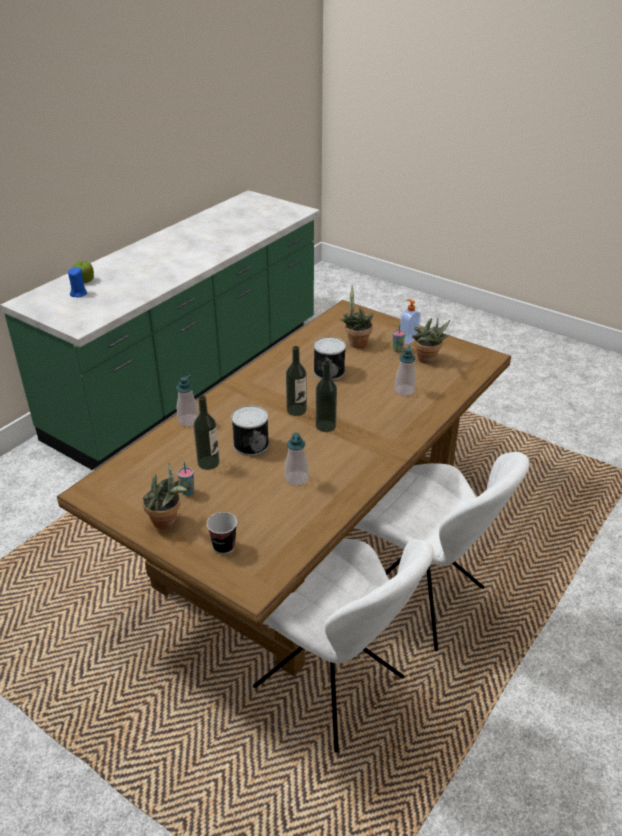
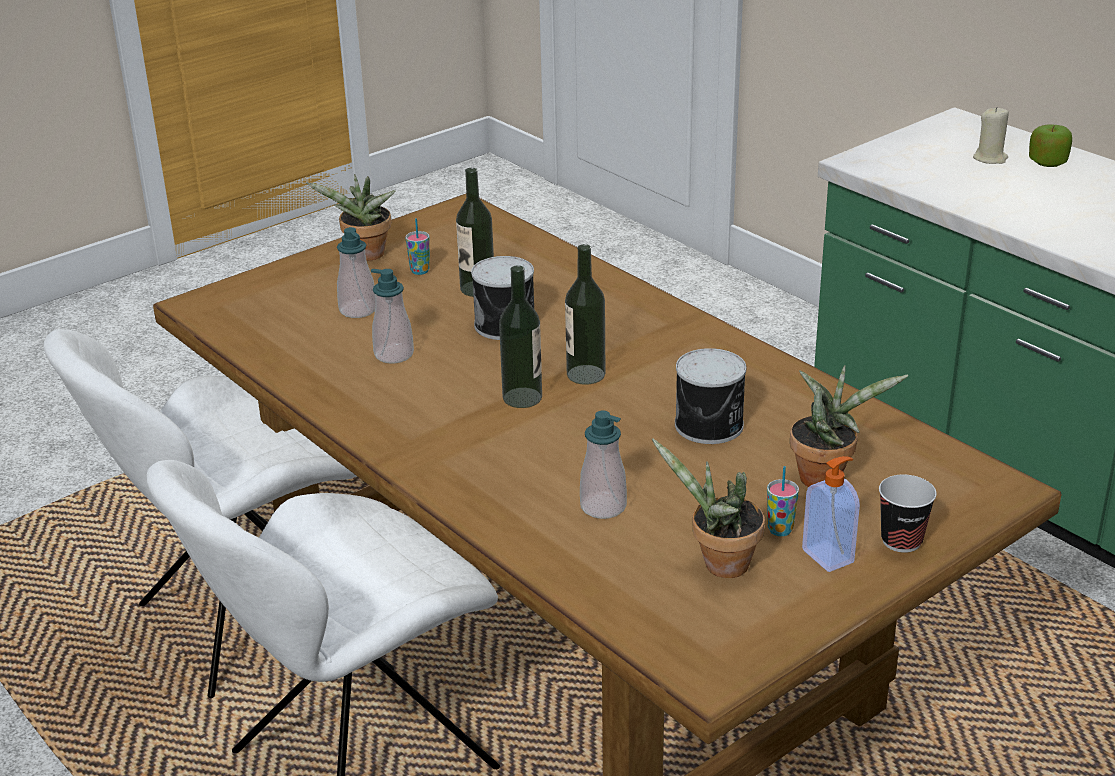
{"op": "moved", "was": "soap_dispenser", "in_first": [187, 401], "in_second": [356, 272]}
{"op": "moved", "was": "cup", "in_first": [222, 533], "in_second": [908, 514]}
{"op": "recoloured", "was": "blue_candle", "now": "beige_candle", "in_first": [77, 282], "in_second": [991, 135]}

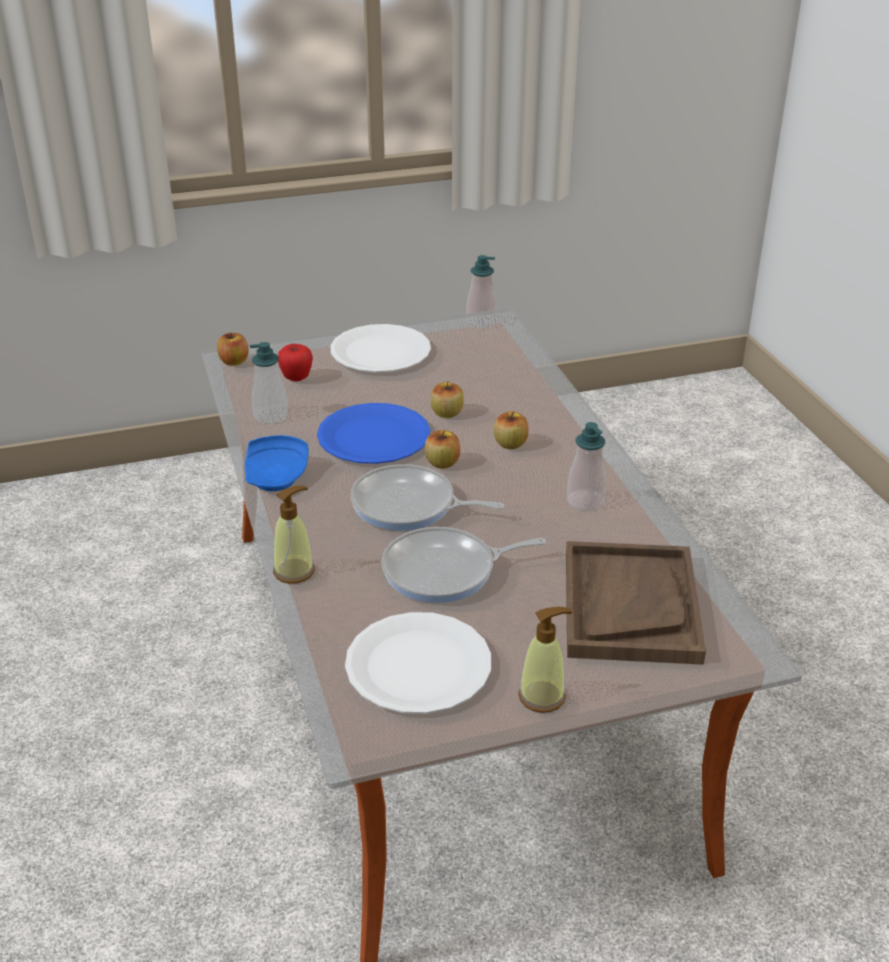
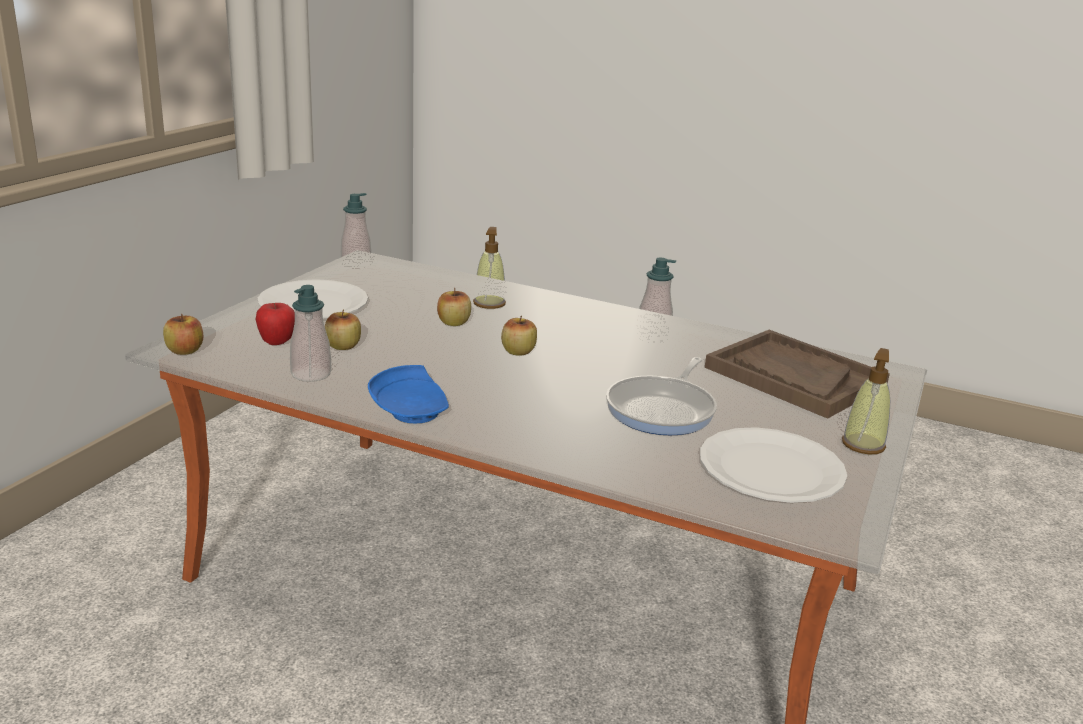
{"op": "moved", "was": "apple", "in_first": [511, 430], "in_second": [343, 329]}
{"op": "moved", "was": "soap_dispenser", "in_first": [294, 535], "in_second": [489, 268]}
{"op": "removed", "was": "blue_plate", "in_first": [373, 433]}
{"op": "removed", "was": "frying_pan", "in_first": [427, 497]}

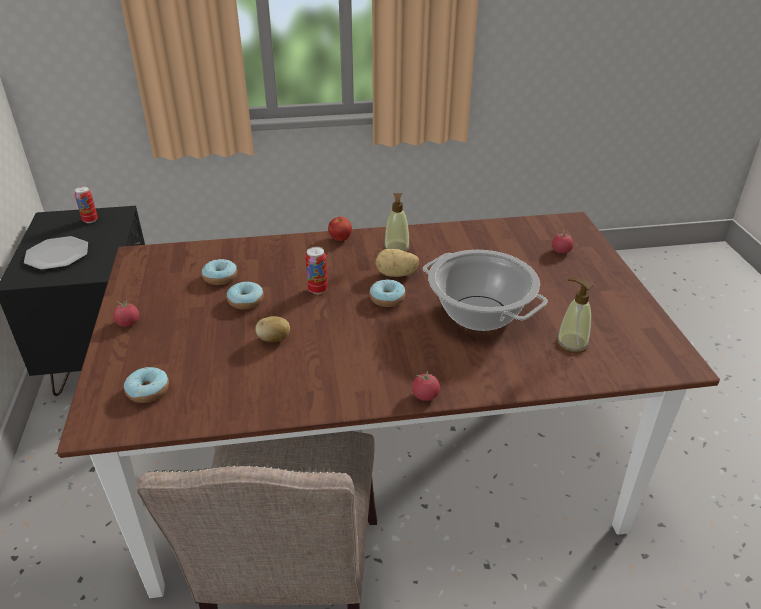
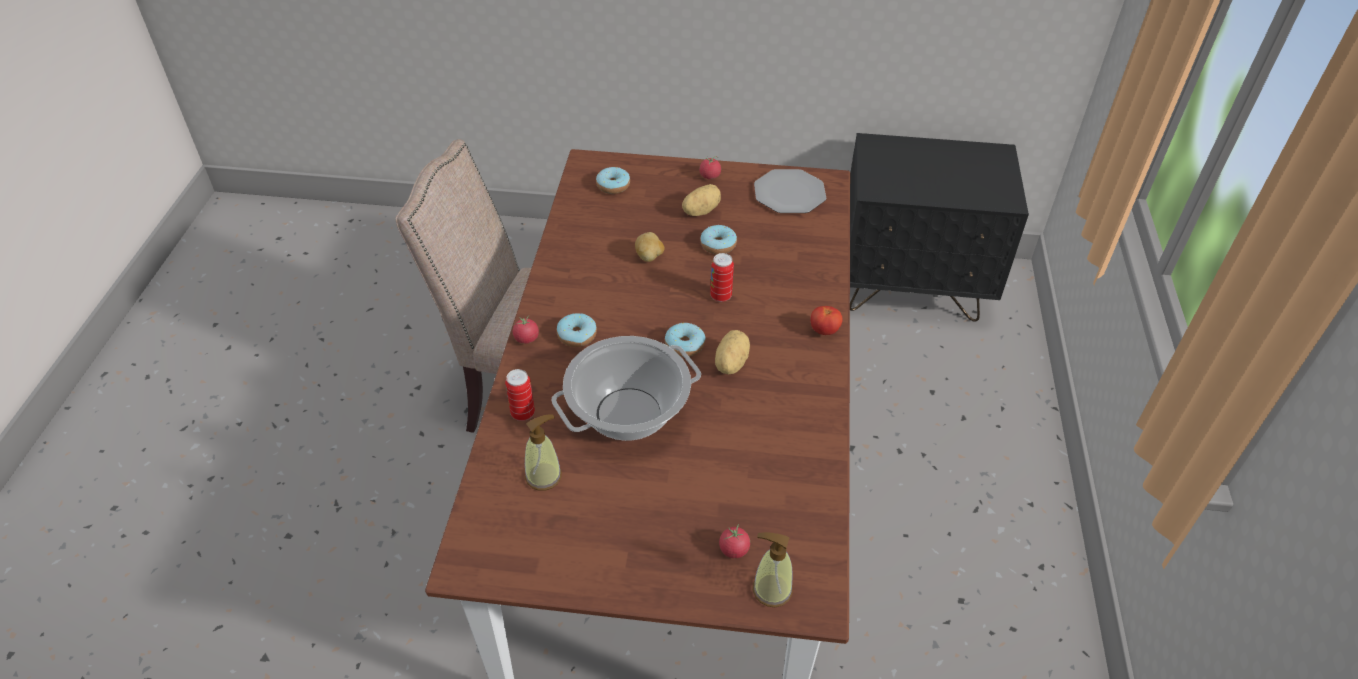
{"op": "moved", "was": "can", "in_first": [86, 205], "in_second": [520, 395]}
{"op": "moved", "was": "donut", "in_first": [219, 272], "in_second": [577, 330]}
{"op": "added", "now": "potato", "in_second": [701, 200]}
{"op": "moved", "was": "soap_dispenser", "in_first": [397, 222], "in_second": [773, 569]}
{"op": "moved", "was": "plate", "in_first": [56, 253], "in_second": [790, 191]}

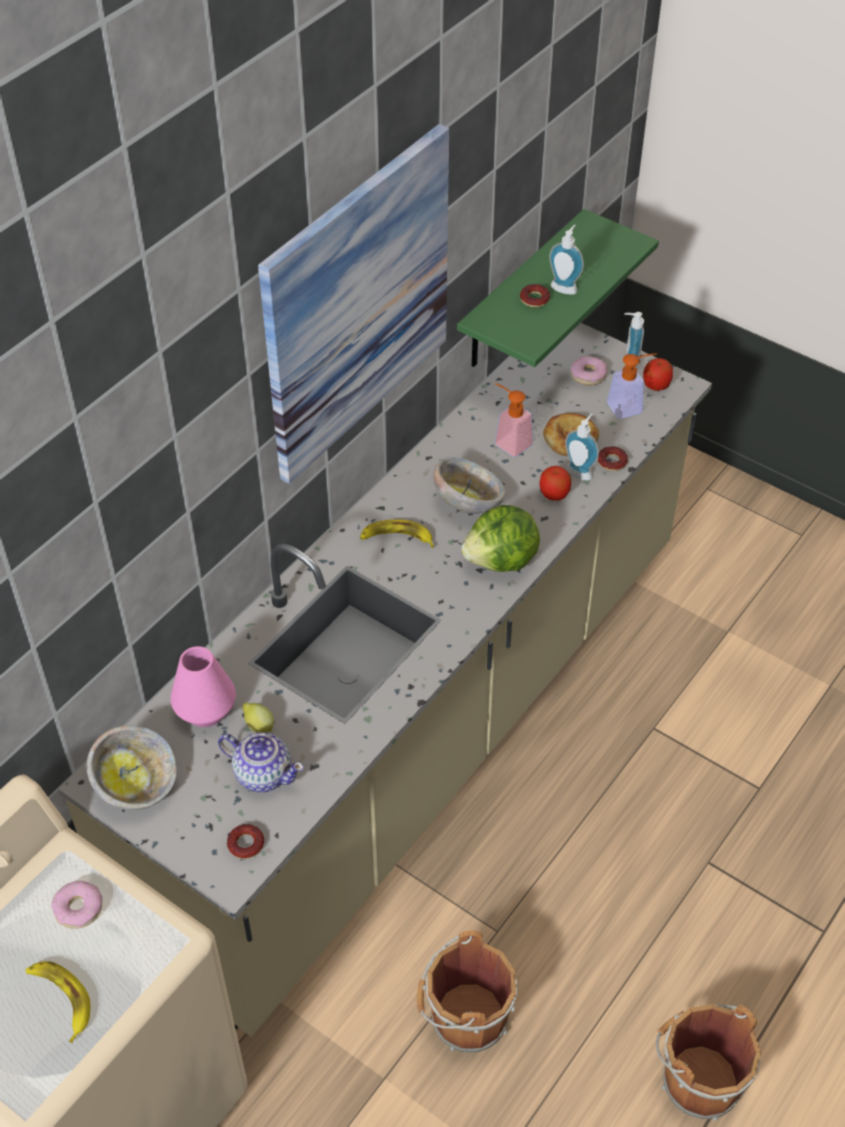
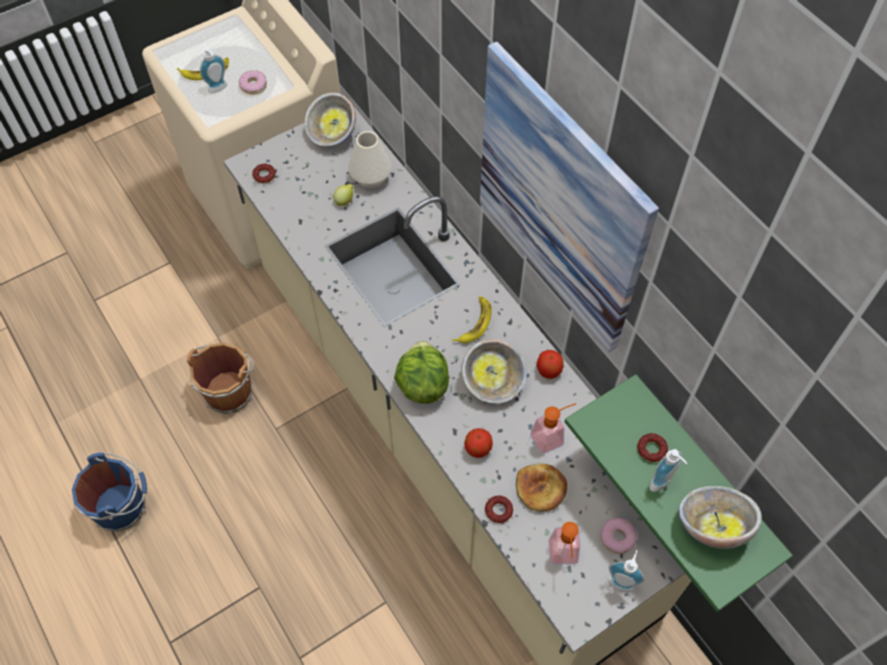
{"op": "recoloured", "was": "brown_bucket", "now": "blue_bucket", "in_first": [708, 1062], "in_second": [109, 492]}
{"op": "moved", "was": "soap_dispenser", "in_first": [582, 447], "in_second": [213, 70]}
{"op": "recoloured", "was": "pink_vase", "now": "white_vase", "in_first": [203, 686], "in_second": [370, 159]}
{"op": "moved", "was": "apple", "in_first": [658, 374], "in_second": [550, 364]}
{"op": "added", "now": "bowl", "in_second": [720, 517]}
{"op": "removed", "was": "teapot", "in_first": [261, 762]}

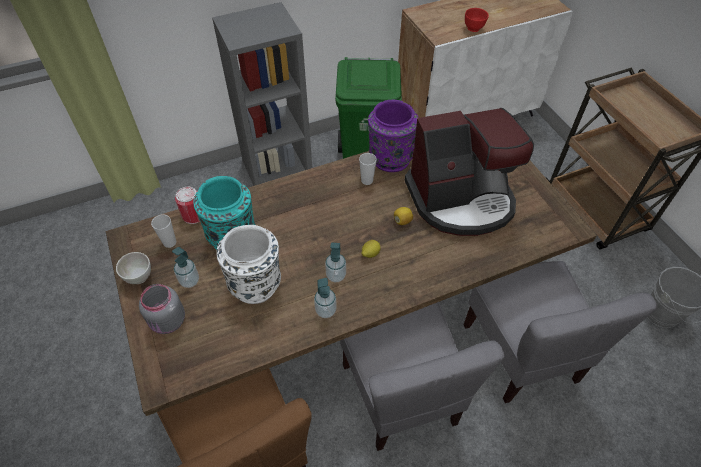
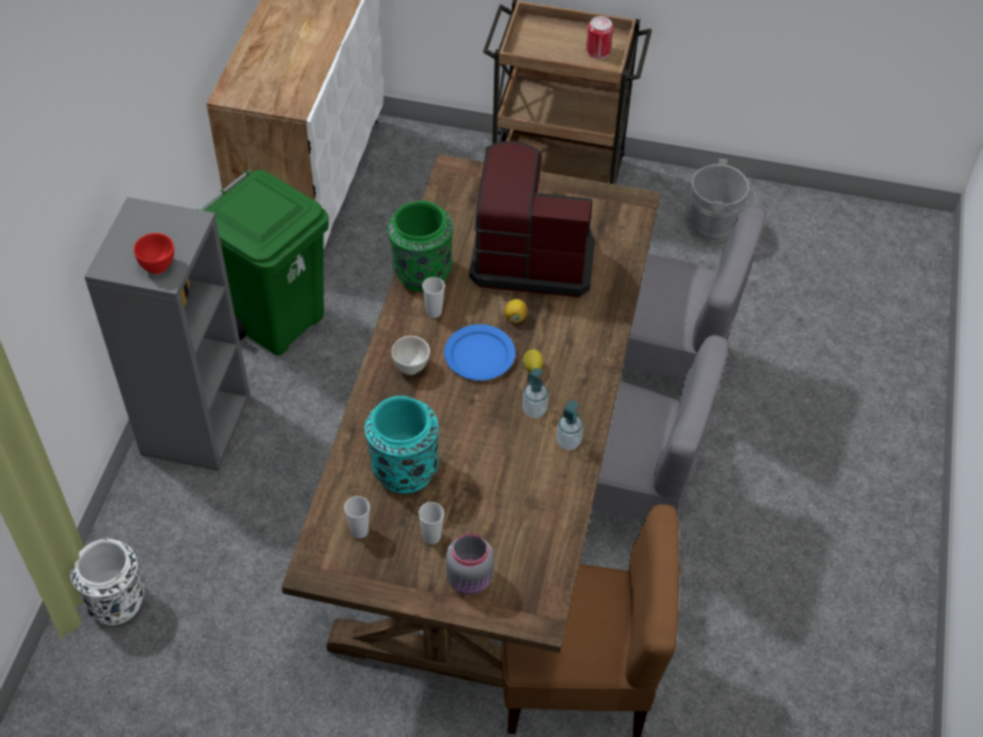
{"op": "moved", "was": "white_vase", "in_first": [249, 264], "in_second": [107, 582]}
{"op": "moved", "was": "red_bowl", "in_first": [477, 20], "in_second": [154, 253]}
{"op": "recoloured", "was": "purple_vase", "now": "green_vase", "in_first": [393, 136], "in_second": [420, 246]}
{"op": "moved", "was": "white_bowl", "in_first": [133, 268], "in_second": [410, 355]}
{"op": "replaced", "was": "soap_dispenser", "now": "cup", "in_first": [185, 267], "in_second": [431, 523]}
{"op": "added", "now": "blue_plate", "in_second": [479, 352]}
{"op": "turned", "was": "coffee_machine", "in_first": [469, 172], "in_second": [532, 219], "clockwise": -105}
{"op": "moved", "was": "can", "in_first": [187, 205], "in_second": [599, 37]}

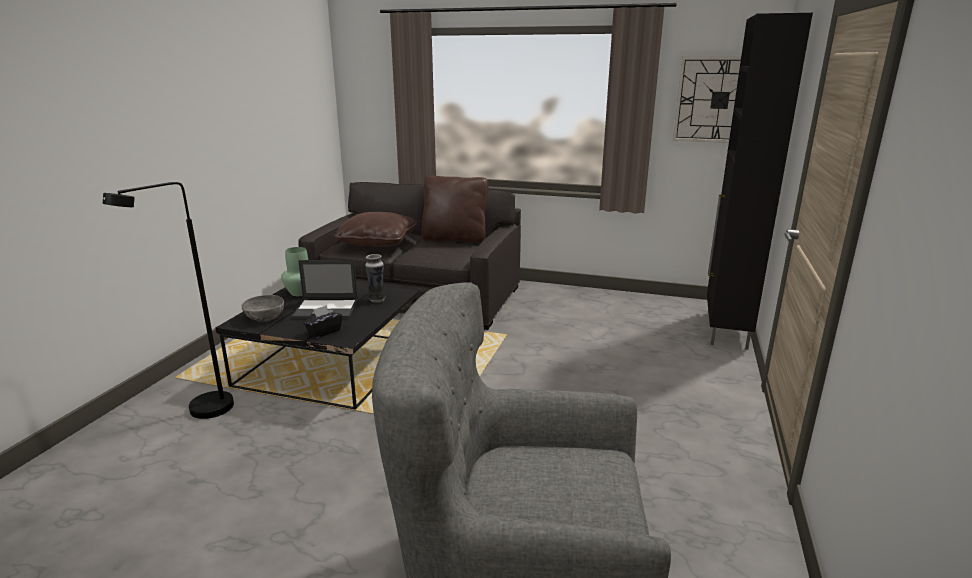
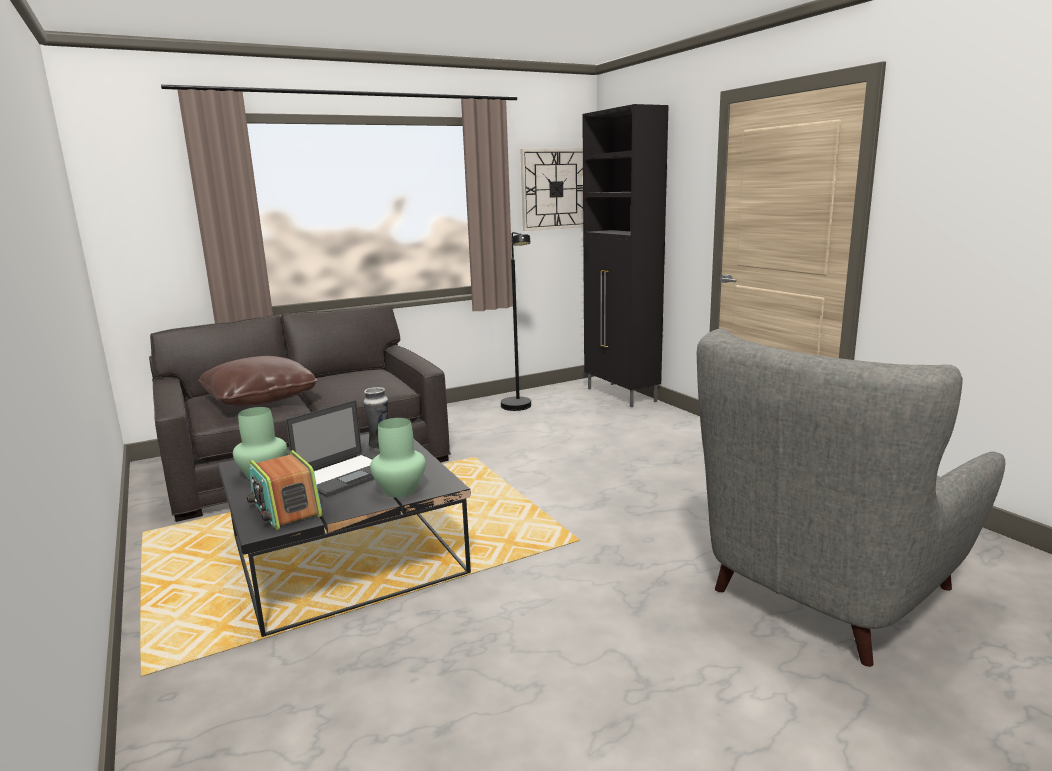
{"op": "replaced", "was": "grey_bowl", "now": "radio", "in_first": [262, 308], "in_second": [284, 490]}
{"op": "replaced", "was": "black_tissue_box", "now": "green_vase", "in_first": [322, 321], "in_second": [398, 458]}
{"op": "moved", "was": "black_floor_lamp", "in_first": [168, 300], "in_second": [516, 321]}
{"op": "removed", "was": "brown_pillow", "in_first": [454, 209]}

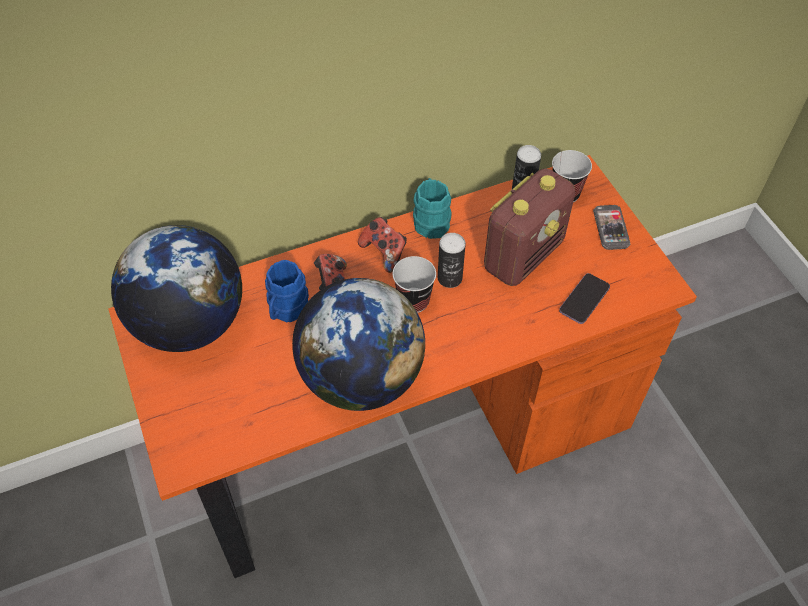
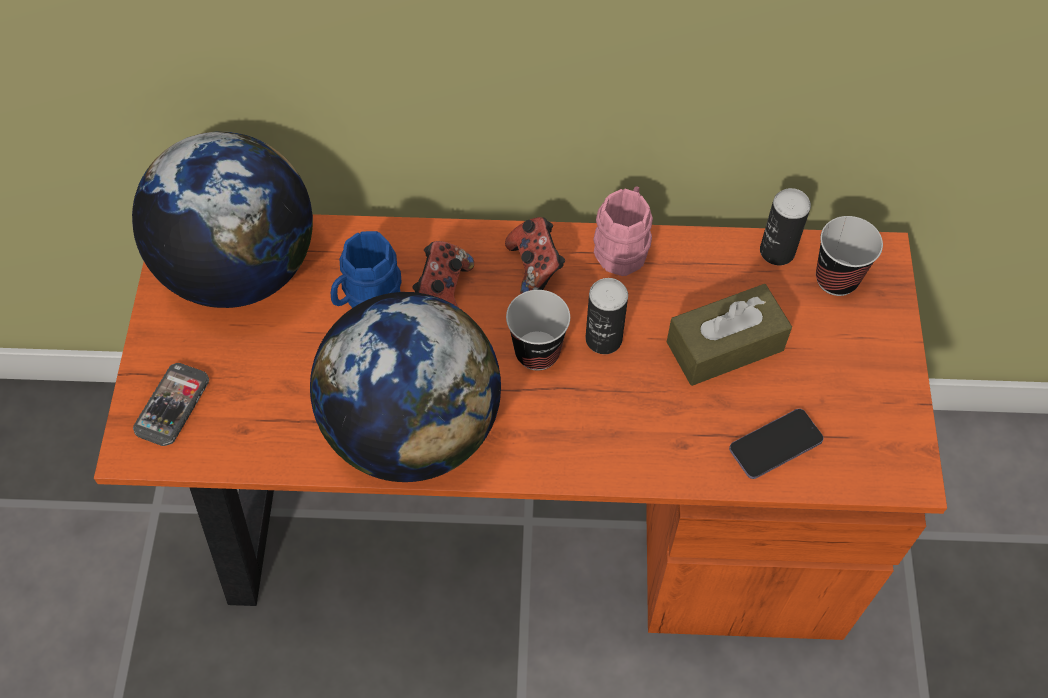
{"op": "moved", "was": "phone", "in_first": [611, 227], "in_second": [171, 404]}
{"op": "recoloured", "was": "turquoise_mug", "now": "pink_mug", "in_first": [432, 208], "in_second": [623, 231]}
{"op": "replaced", "was": "radio", "now": "brown_tissue_box", "in_first": [529, 227], "in_second": [729, 335]}

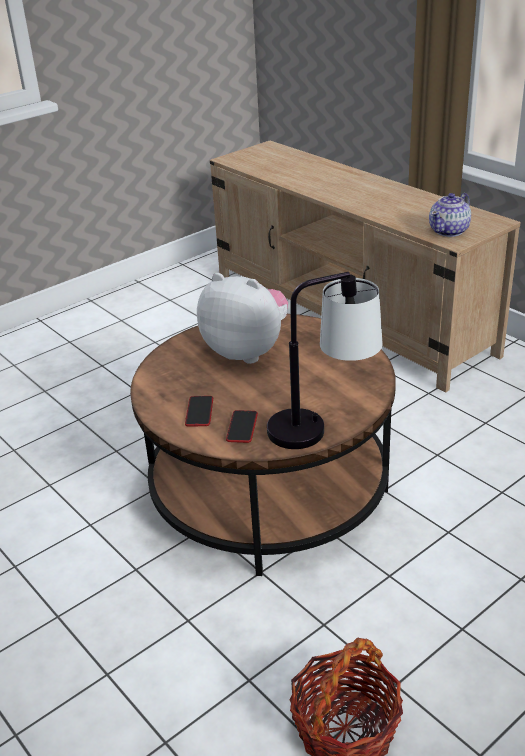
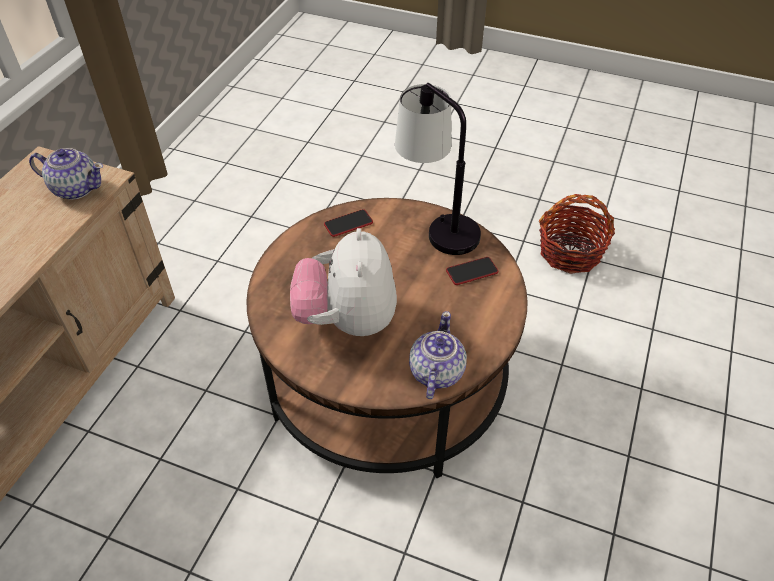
{"op": "moved", "was": "phone", "in_first": [199, 411], "in_second": [348, 223]}
{"op": "added", "now": "teapot", "in_second": [438, 355]}

